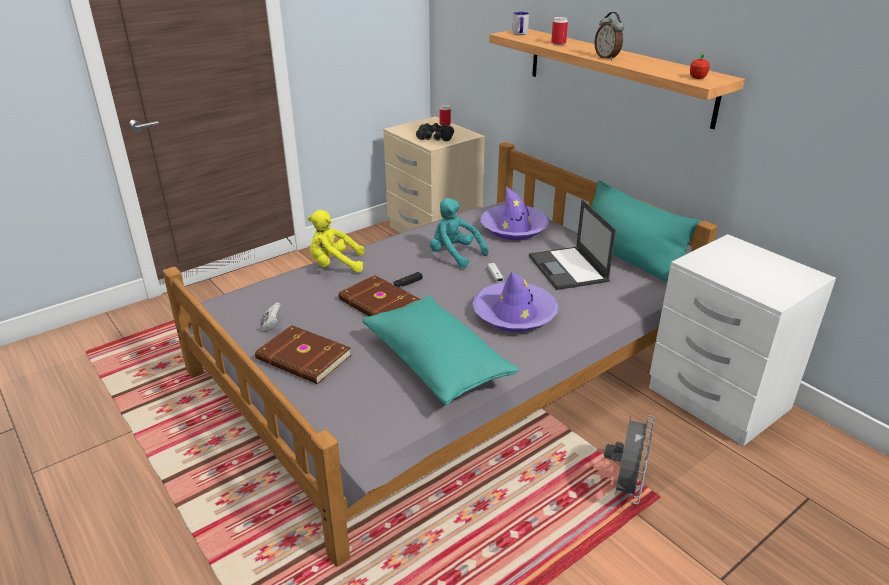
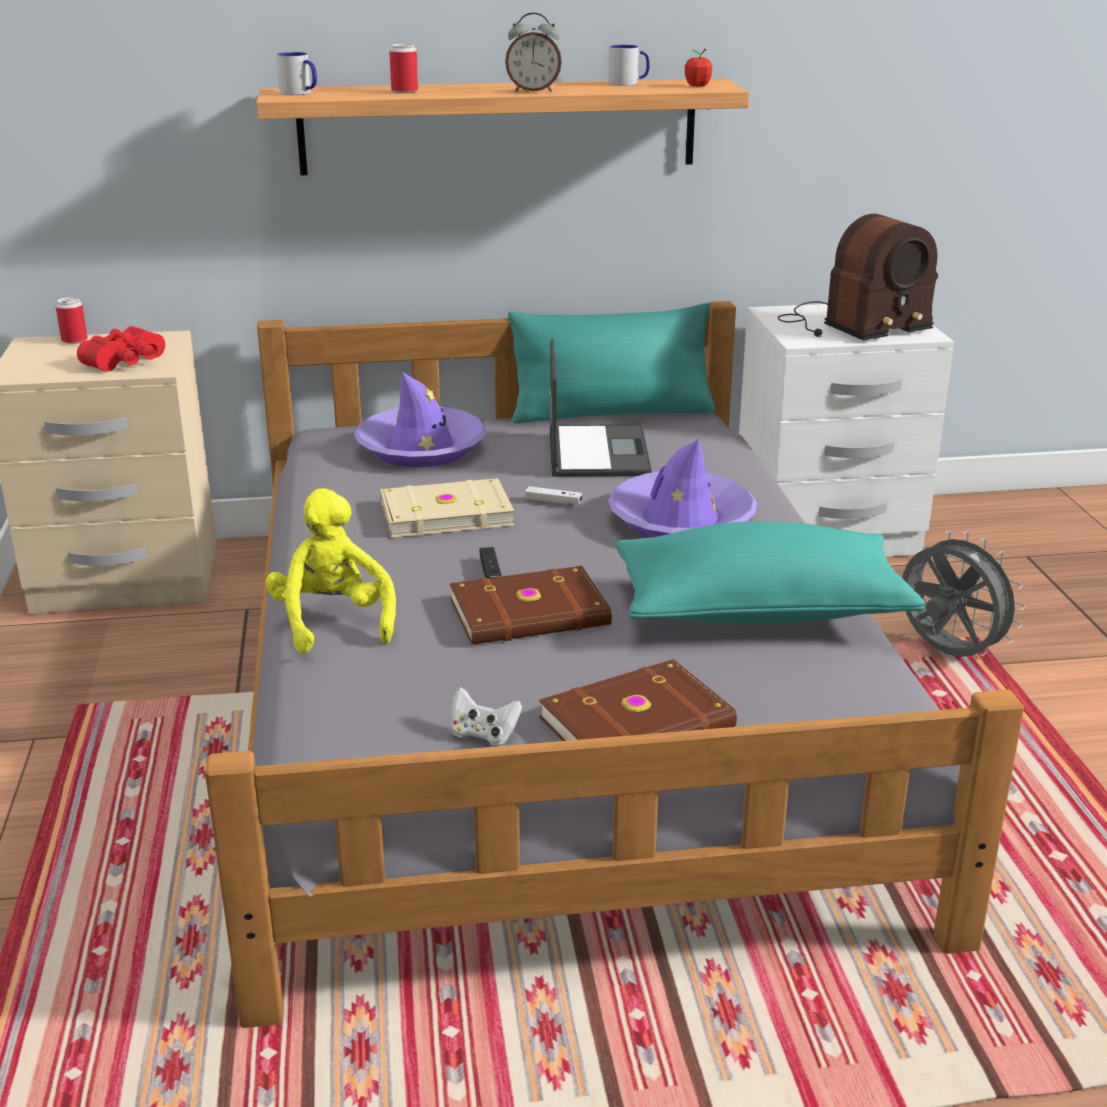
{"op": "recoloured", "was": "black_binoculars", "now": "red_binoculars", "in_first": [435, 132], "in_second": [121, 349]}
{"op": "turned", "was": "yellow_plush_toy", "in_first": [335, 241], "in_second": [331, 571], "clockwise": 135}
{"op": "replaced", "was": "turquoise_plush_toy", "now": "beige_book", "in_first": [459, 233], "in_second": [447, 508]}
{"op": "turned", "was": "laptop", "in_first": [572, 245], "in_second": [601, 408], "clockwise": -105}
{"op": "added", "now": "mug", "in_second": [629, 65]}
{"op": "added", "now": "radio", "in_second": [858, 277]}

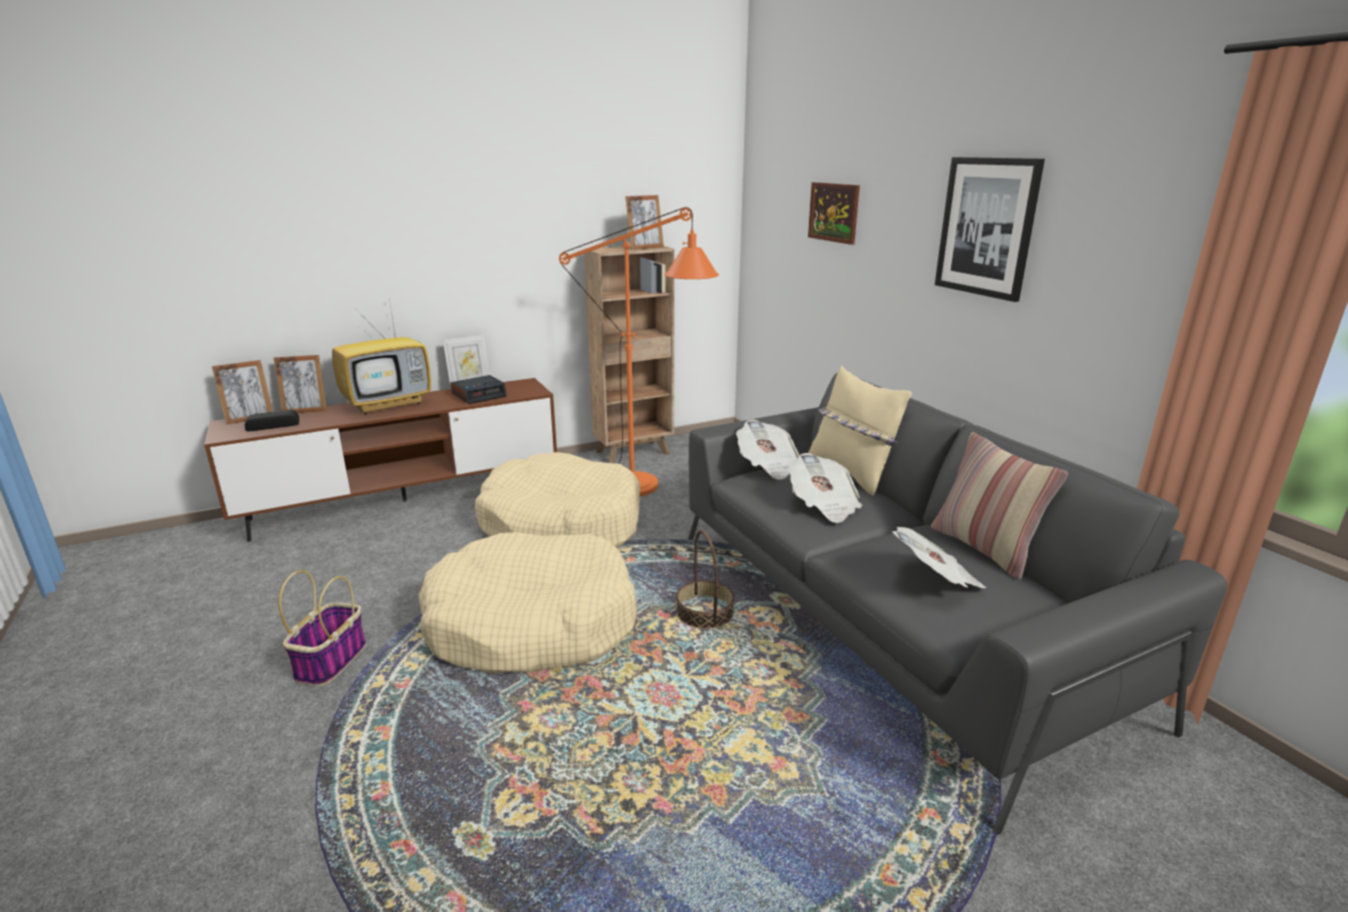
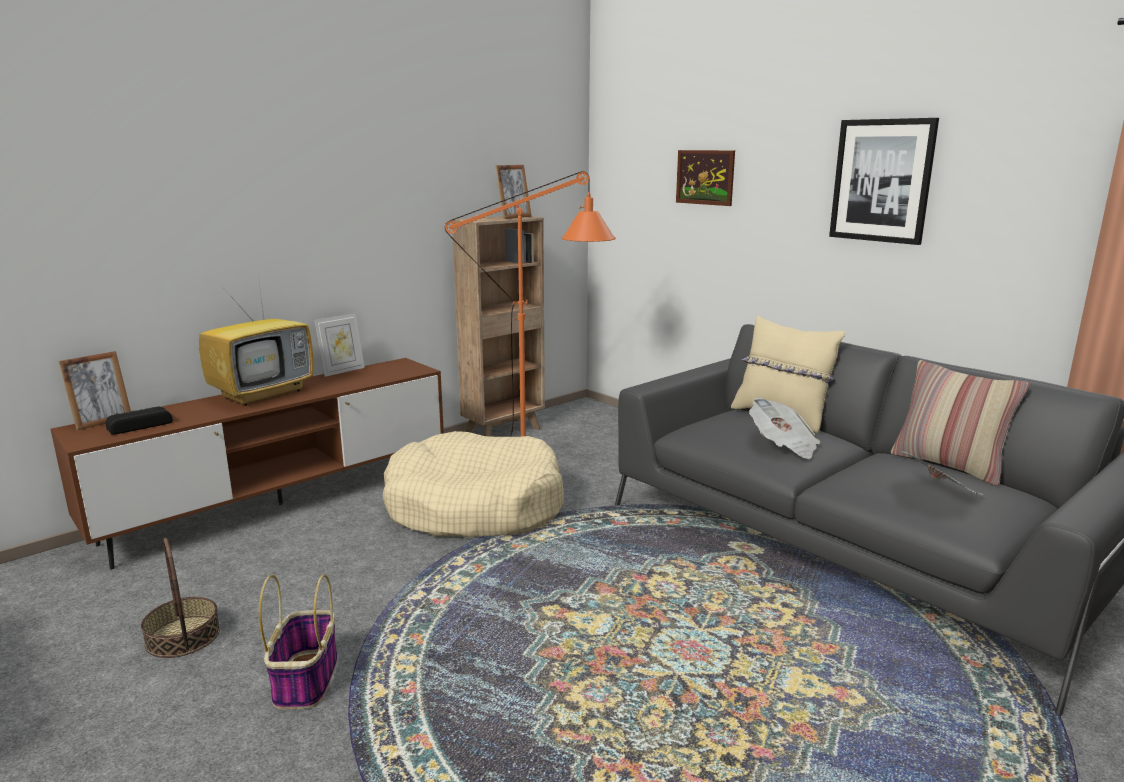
{"op": "moved", "was": "basket", "in_first": [705, 579], "in_second": [180, 598]}
{"op": "removed", "was": "picture_frame", "in_first": [300, 384]}
{"op": "removed", "was": "beige_dog_bed", "in_first": [528, 603]}
{"op": "removed", "was": "alarm_clock", "in_first": [478, 389]}
{"op": "removed", "was": "newspaper", "in_first": [767, 450]}

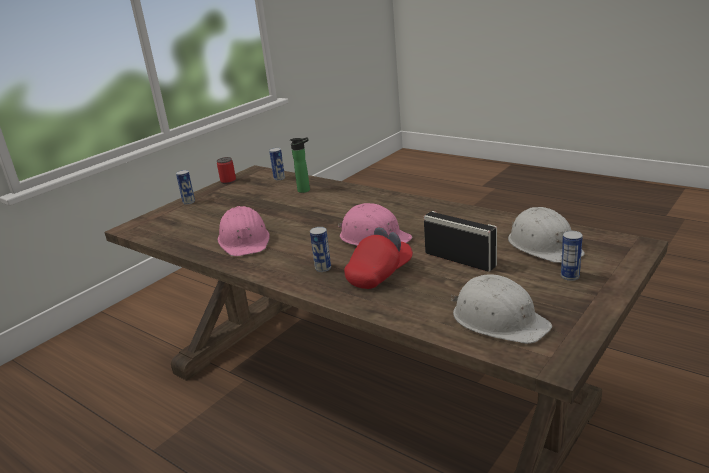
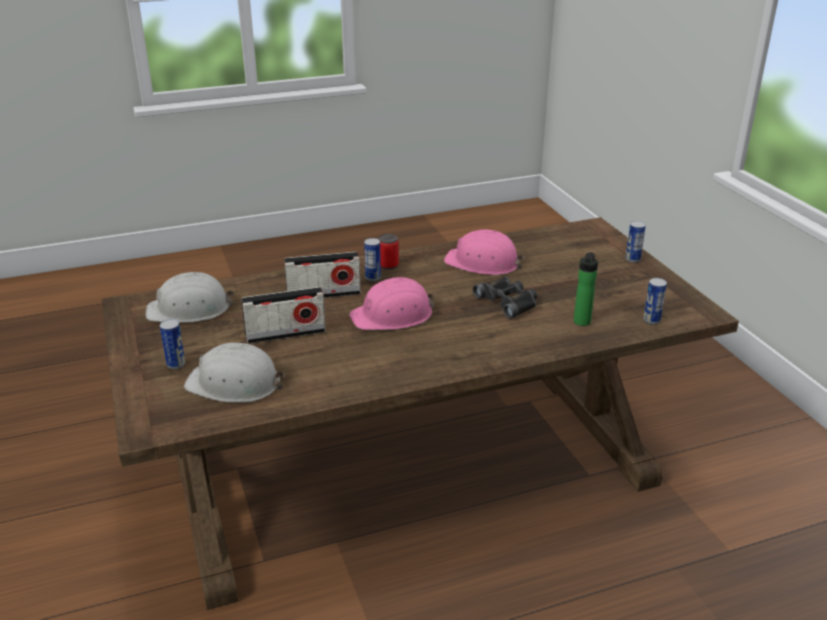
{"op": "replaced", "was": "red_cap", "now": "radio", "in_first": [378, 258], "in_second": [322, 275]}
{"op": "moved", "was": "can", "in_first": [226, 170], "in_second": [388, 252]}
{"op": "added", "now": "black_binoculars", "in_second": [505, 297]}

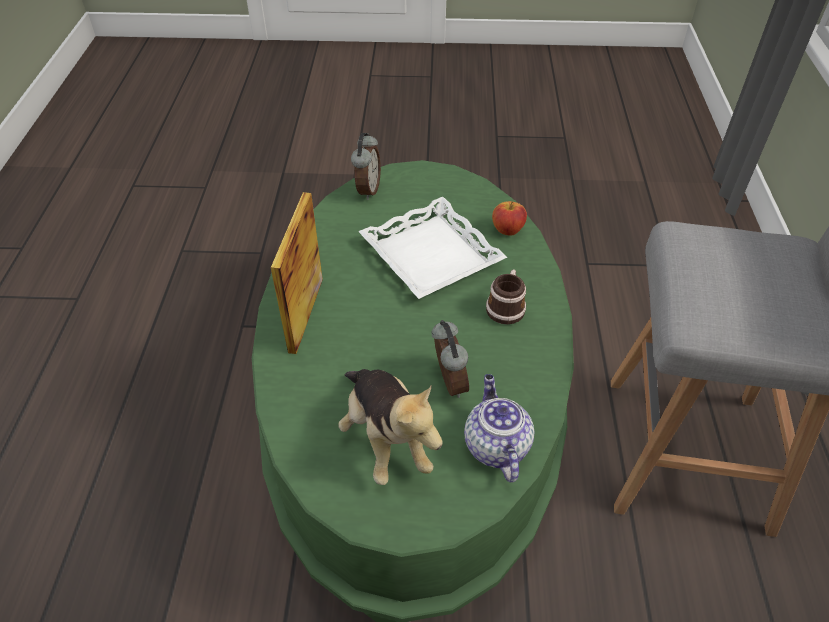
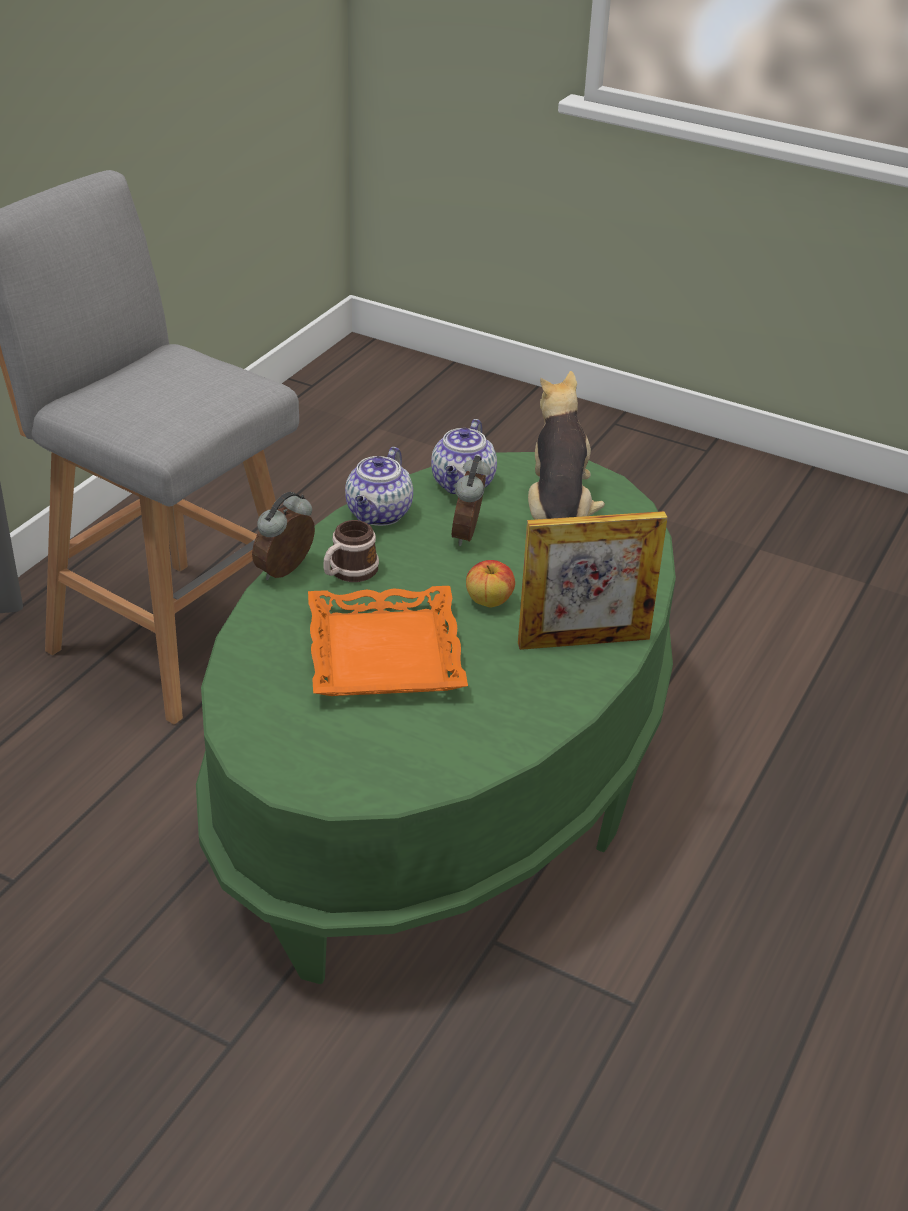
{"op": "moved", "was": "alarm_clock", "in_first": [366, 166], "in_second": [283, 536]}
{"op": "recoloured", "was": "white_tray", "now": "orange_tray", "in_first": [432, 248], "in_second": [388, 641]}
{"op": "added", "now": "teapot", "in_second": [379, 486]}
{"op": "moved", "was": "apple", "in_first": [509, 218], "in_second": [490, 584]}
{"op": "turned", "was": "picture_frame", "in_first": [297, 273], "in_second": [593, 580], "clockwise": 45}

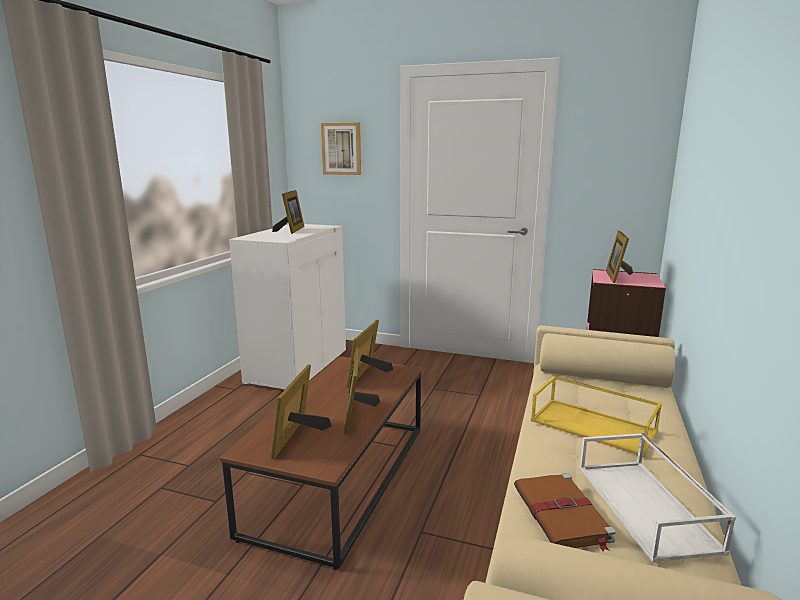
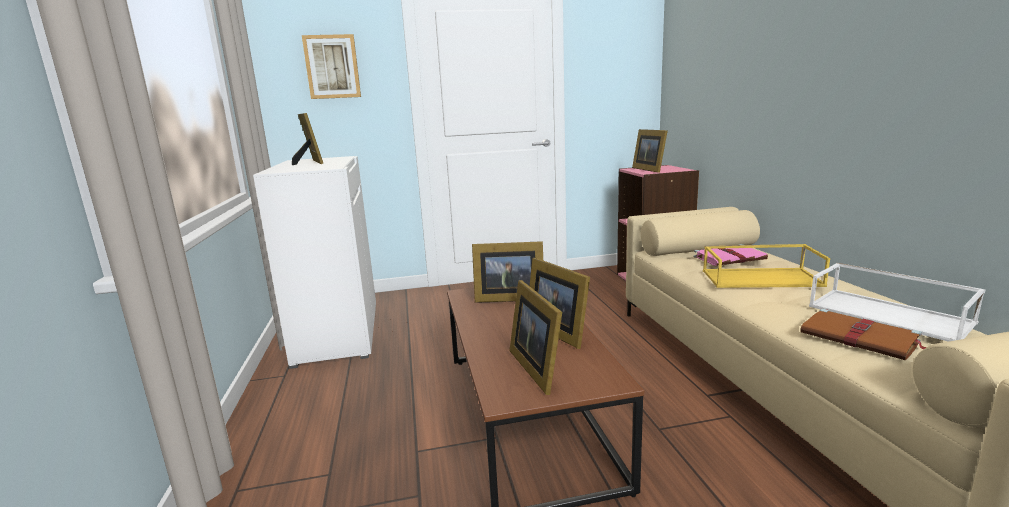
{"op": "turned", "was": "picture_frame", "in_first": [369, 354], "in_second": [507, 272], "clockwise": -75}
{"op": "added", "now": "pink_book", "in_second": [731, 255]}

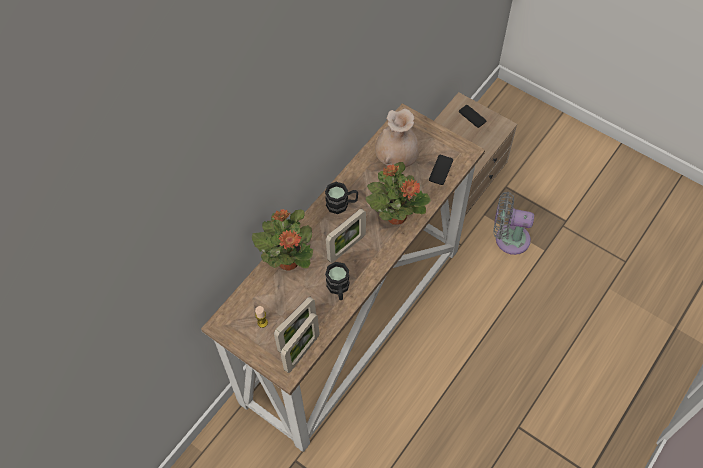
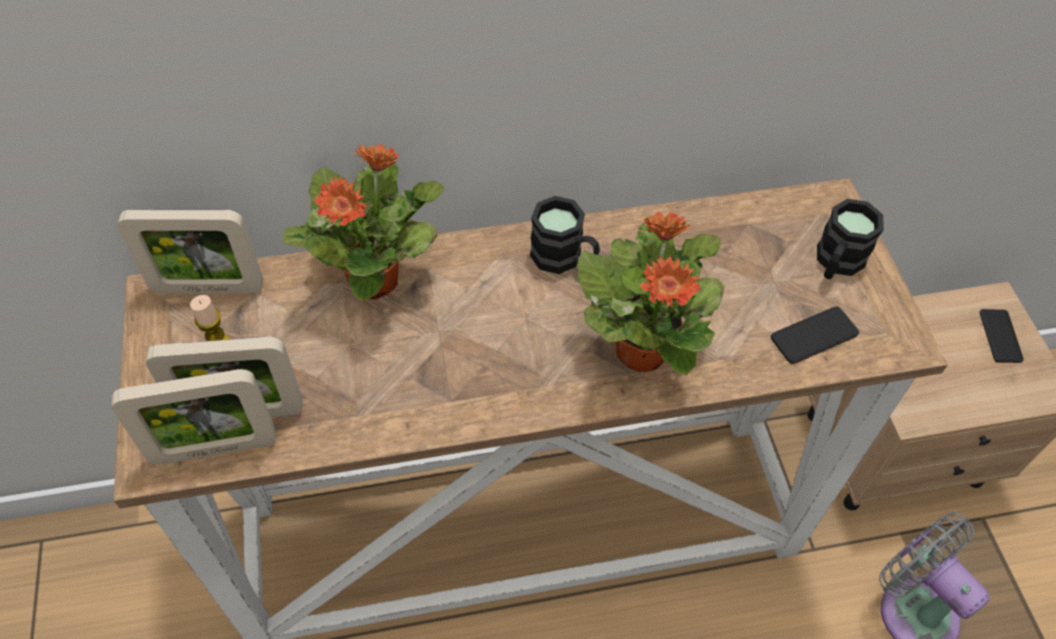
{"op": "moved", "was": "picture_frame", "in_first": [346, 235], "in_second": [190, 252]}
{"op": "moved", "was": "black_mug", "in_first": [337, 281], "in_second": [850, 239]}
{"op": "removed", "was": "beige_vase", "in_first": [397, 138]}

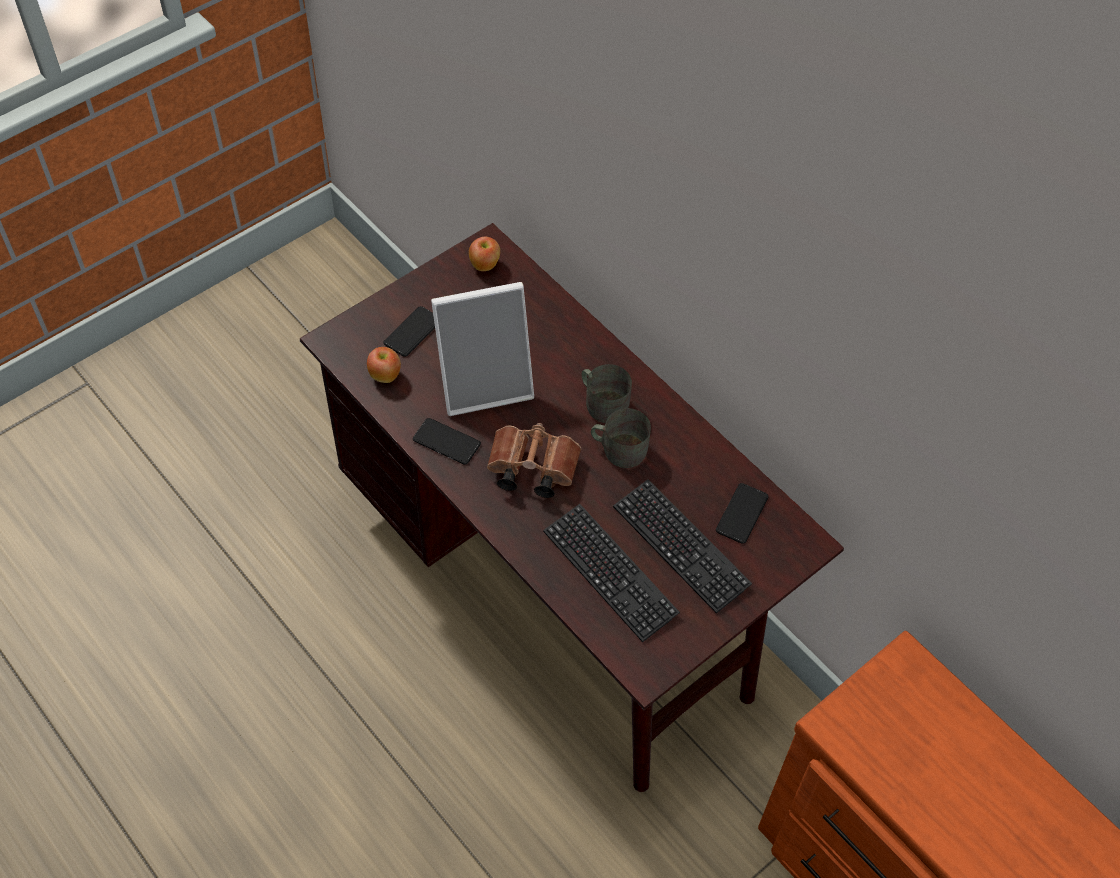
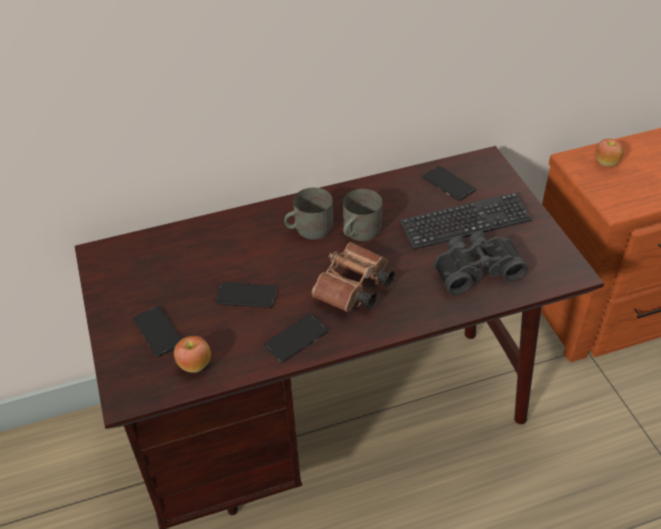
{"op": "replaced", "was": "picture_frame", "now": "phone", "in_first": [482, 349], "in_second": [246, 295]}
{"op": "replaced", "was": "keyboard", "now": "black_binoculars", "in_first": [611, 573], "in_second": [481, 263]}
{"op": "moved", "was": "apple", "in_first": [484, 254], "in_second": [609, 152]}

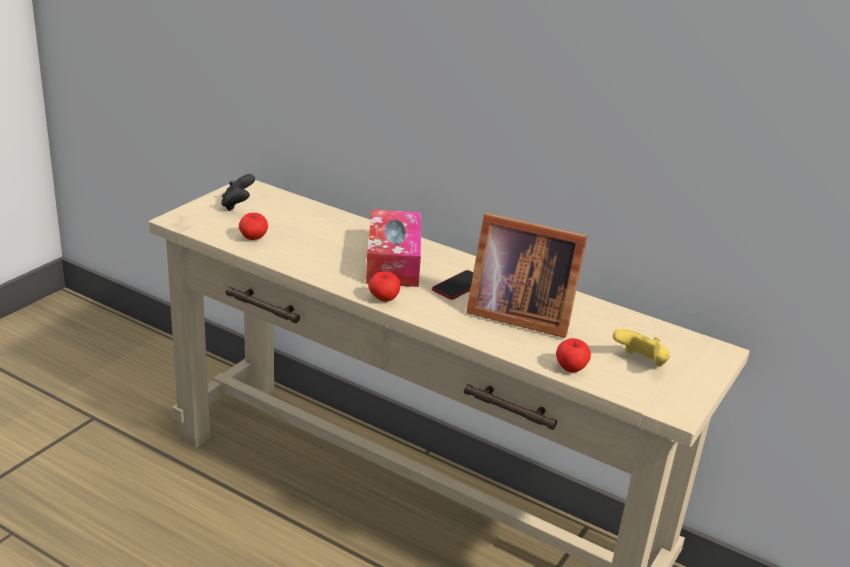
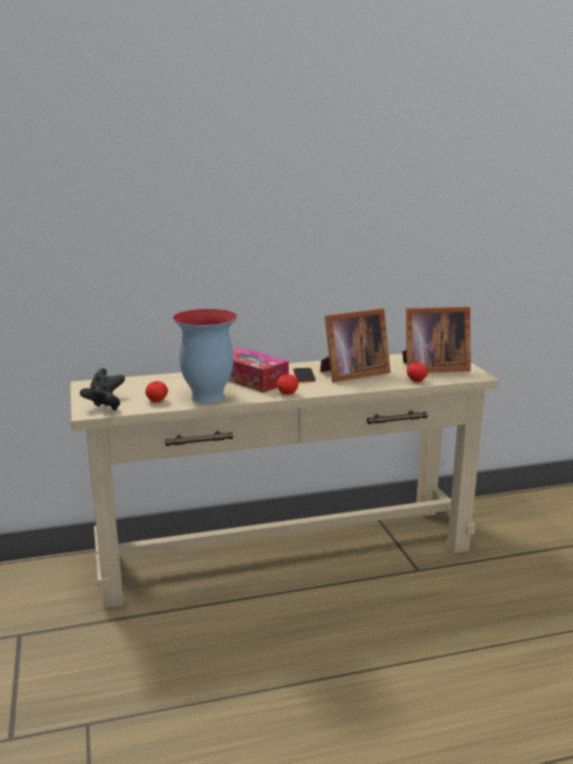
{"op": "added", "now": "black_game_controller", "in_second": [100, 399]}
{"op": "added", "now": "vase", "in_second": [205, 356]}
{"op": "replaced", "was": "yellow_game_controller", "now": "picture_frame", "in_first": [641, 347], "in_second": [436, 340]}

